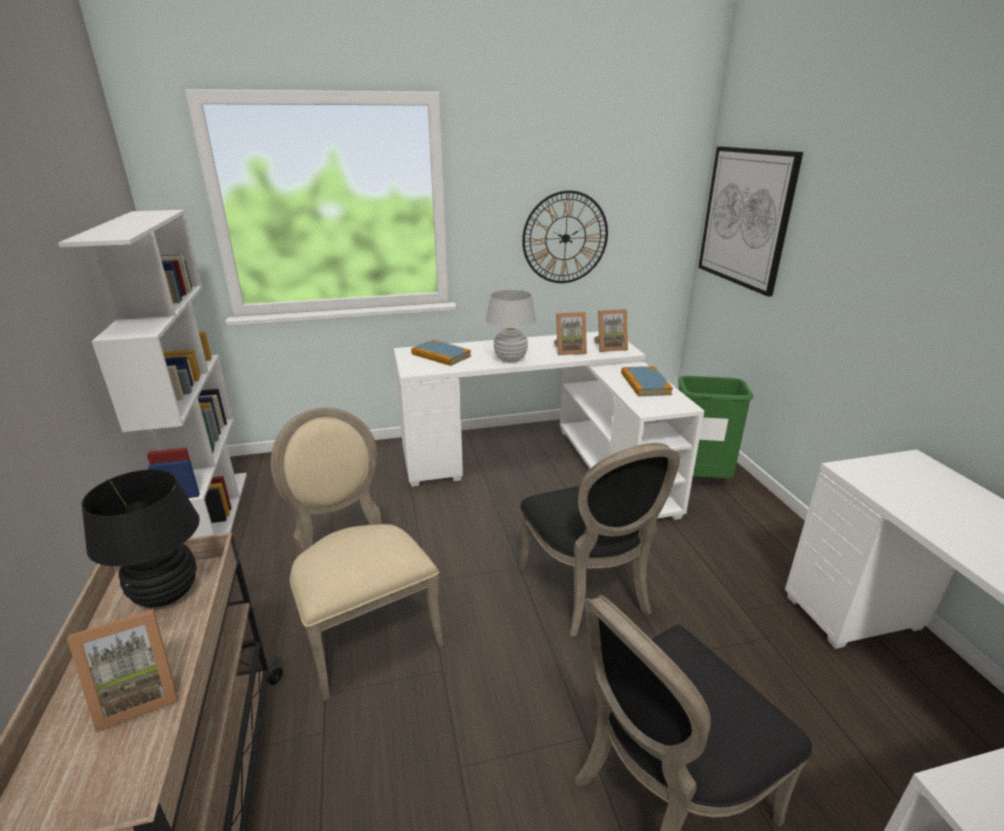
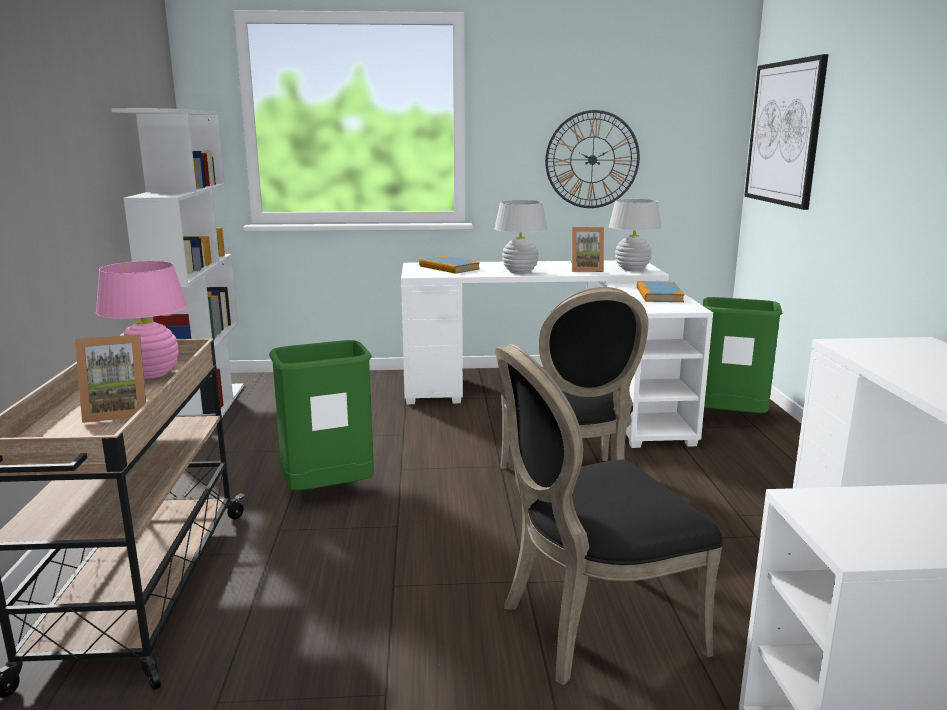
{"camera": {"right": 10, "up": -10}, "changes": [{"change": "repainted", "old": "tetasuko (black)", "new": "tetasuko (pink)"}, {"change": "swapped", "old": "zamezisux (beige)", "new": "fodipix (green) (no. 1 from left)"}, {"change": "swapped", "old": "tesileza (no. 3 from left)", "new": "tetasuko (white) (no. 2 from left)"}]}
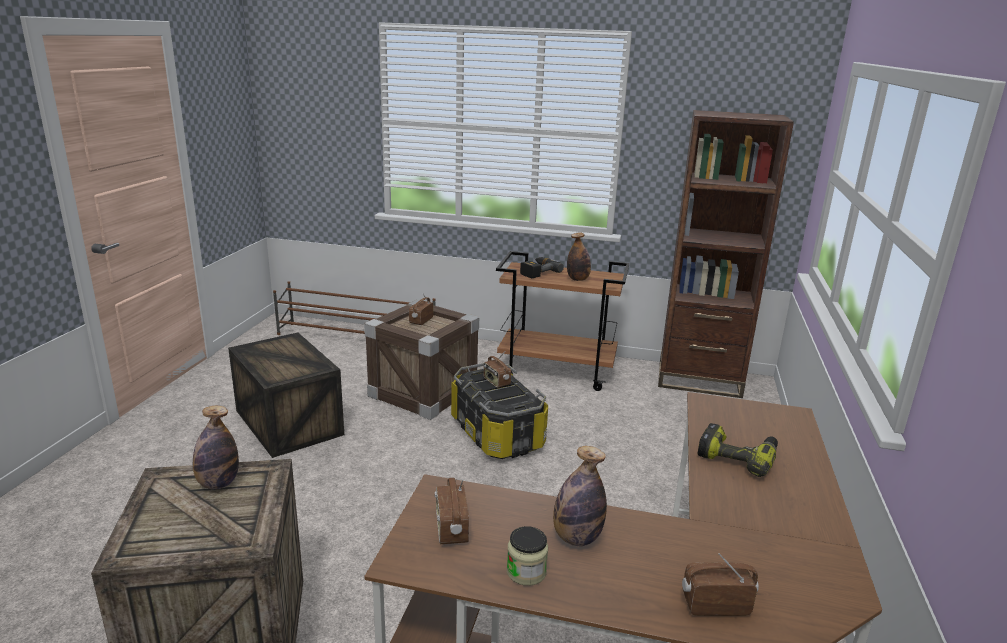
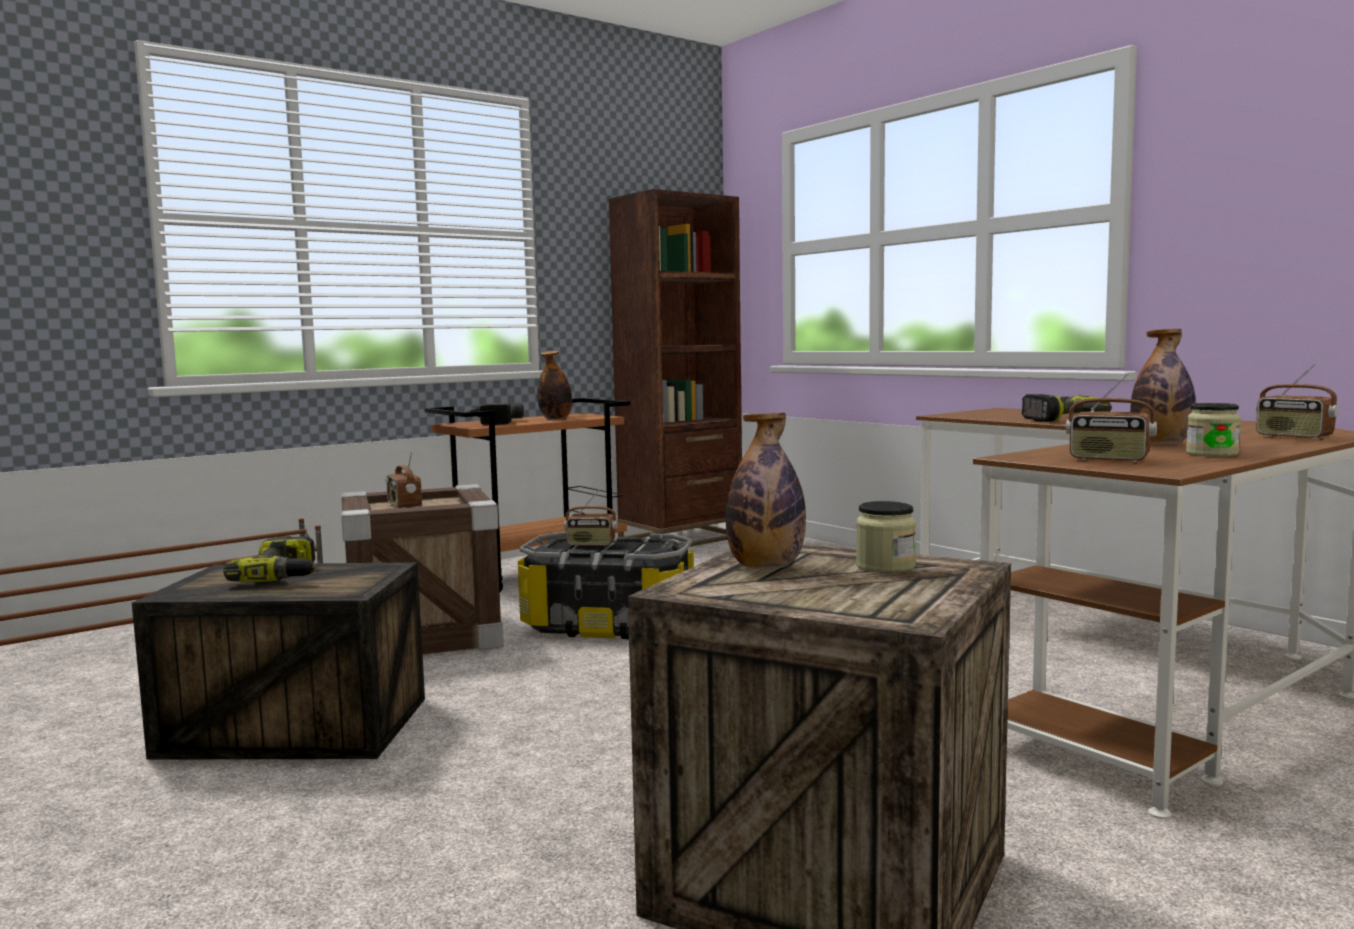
{"camera": {"right": -50, "up": -15}, "changes": [{"change": "rotated", "old": "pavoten (no. 4 from left)", "degrees": -75}, {"change": "new", "new": "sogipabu (no. 1 from left)"}, {"change": "new", "new": "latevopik (no. 1 from left)"}]}
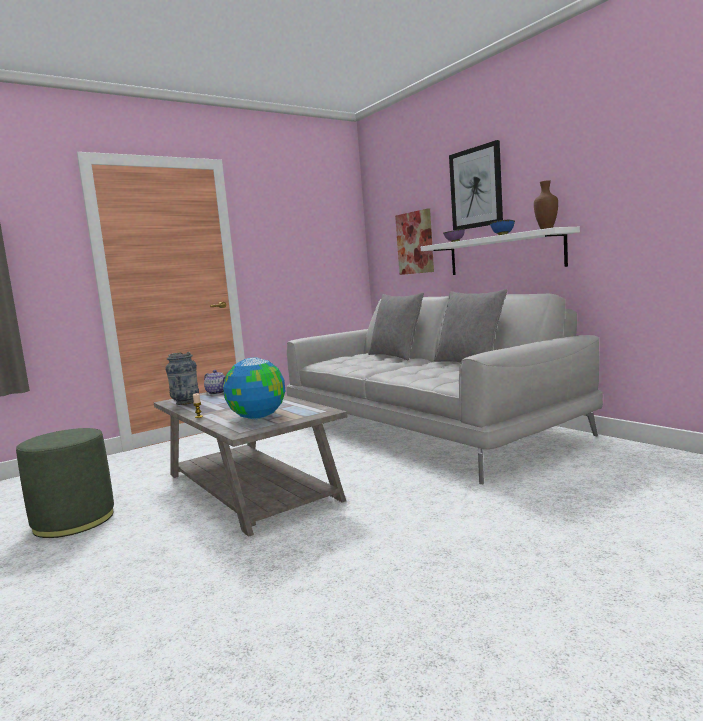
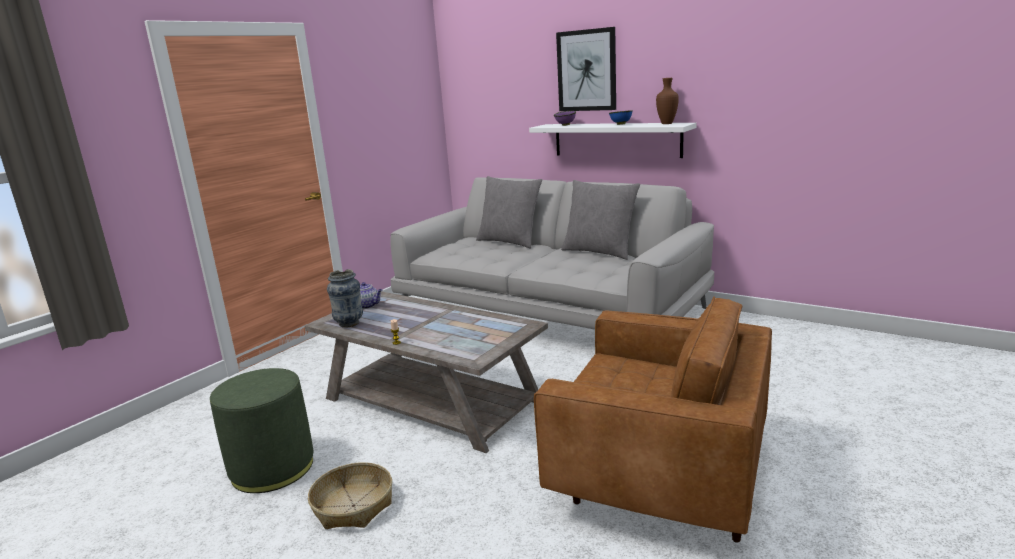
{"camera": {"right": -20, "up": 10}, "changes": [{"change": "gone", "old": "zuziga"}, {"change": "gone", "old": "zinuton (no. 1 from left)"}, {"change": "new", "new": "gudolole"}, {"change": "new", "new": "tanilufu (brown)"}]}
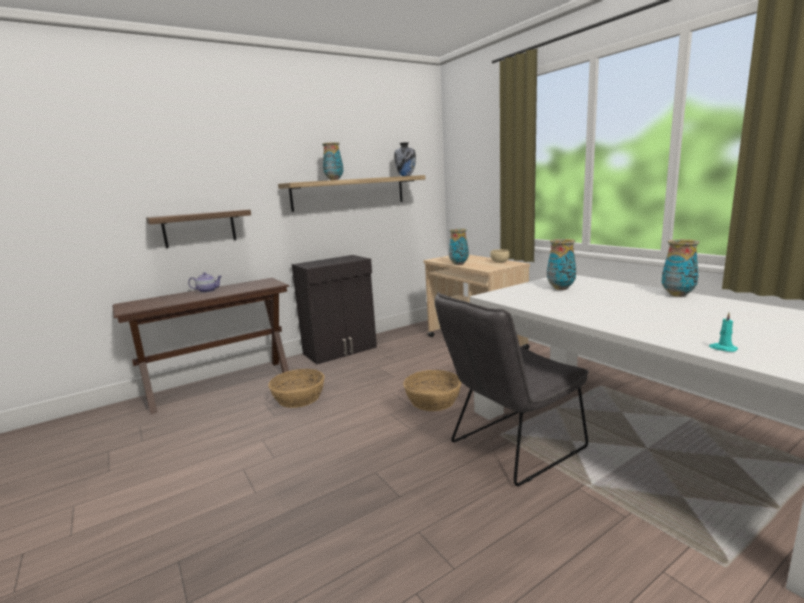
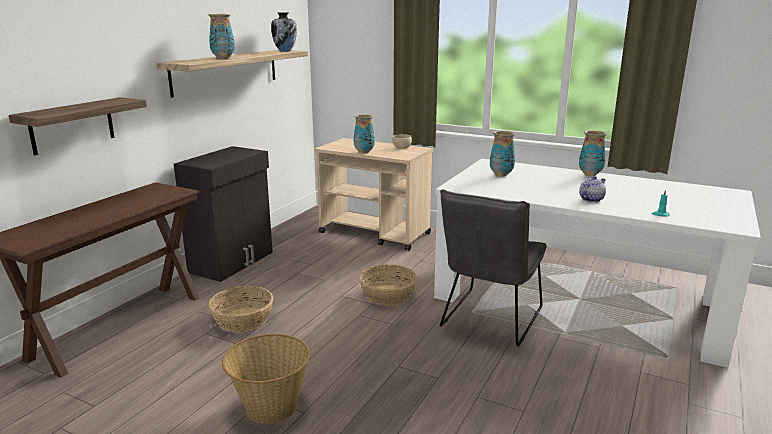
{"camera": {"right": -30, "up": 5}, "changes": [{"change": "shifted", "old": "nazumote"}, {"change": "new", "new": "gudolole (no. 2 from left)"}]}
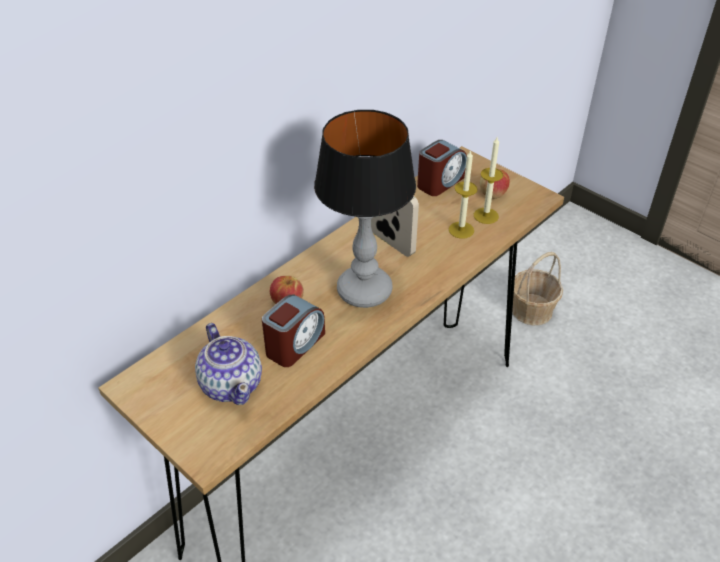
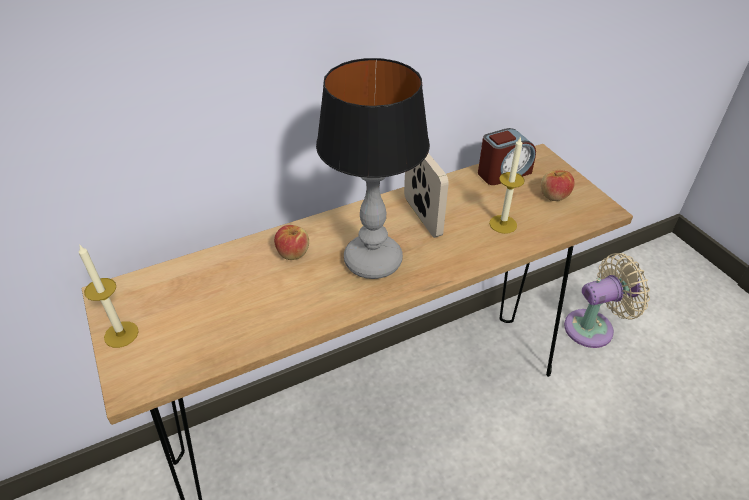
{"camera": {"right": 20, "up": 0}, "changes": [{"change": "gone", "old": "nazumote"}, {"change": "gone", "old": "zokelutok (no. 1 from left)"}, {"change": "shifted", "old": "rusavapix (no. 2 from left in the first image)", "new": "rusavapix (no. 1 from left)"}, {"change": "swapped", "old": "gudolole", "new": "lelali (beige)"}]}
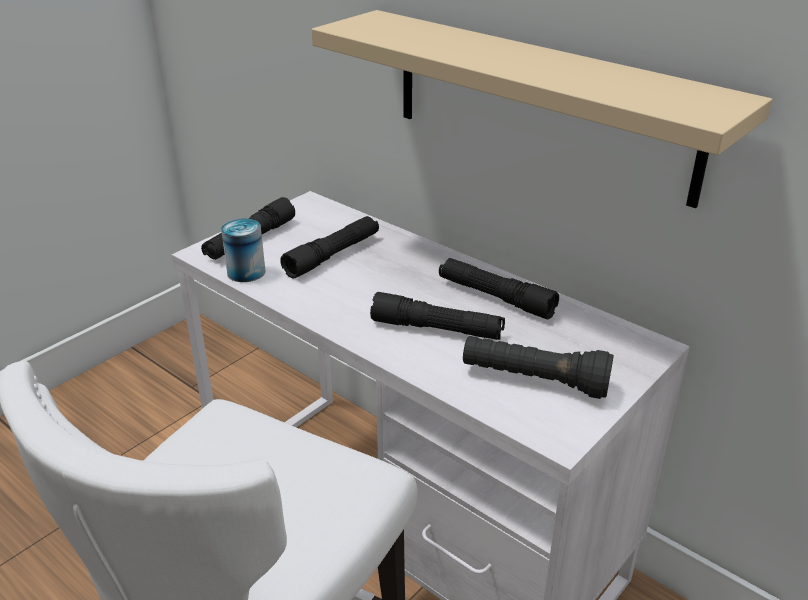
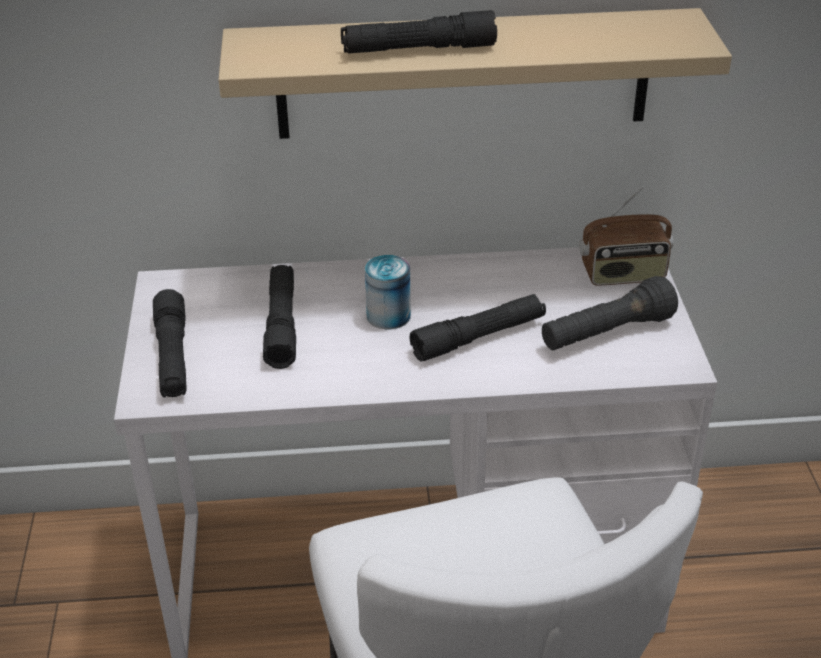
{"camera": {"right": -45, "up": 5}, "changes": [{"change": "shifted", "old": "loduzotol"}, {"change": "shifted", "old": "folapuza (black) (no. 4 from left in the first image)", "new": "folapuza (black) (no. 3 from left)"}, {"change": "new", "new": "pavoten"}]}
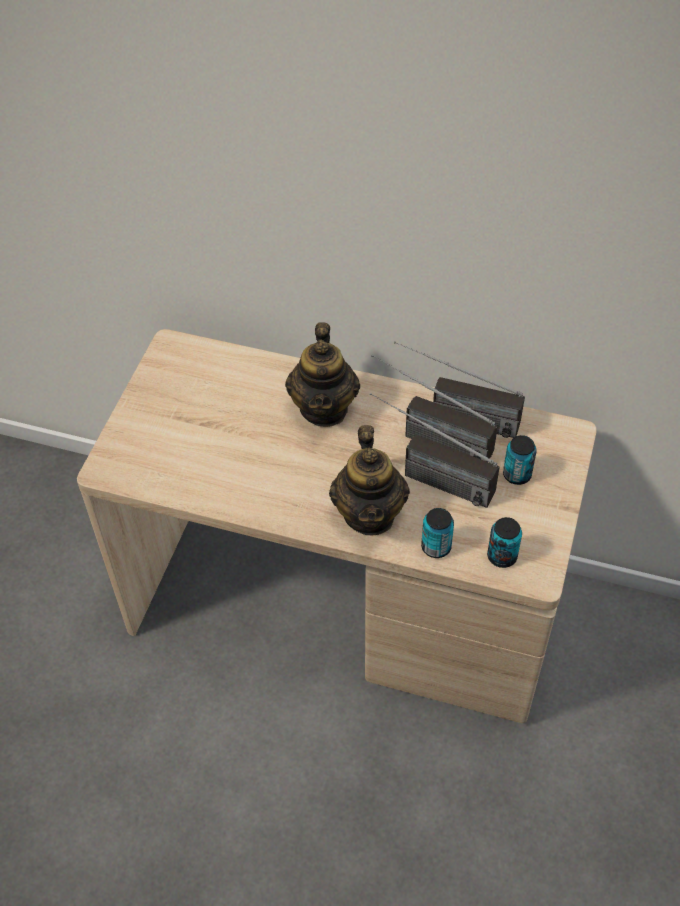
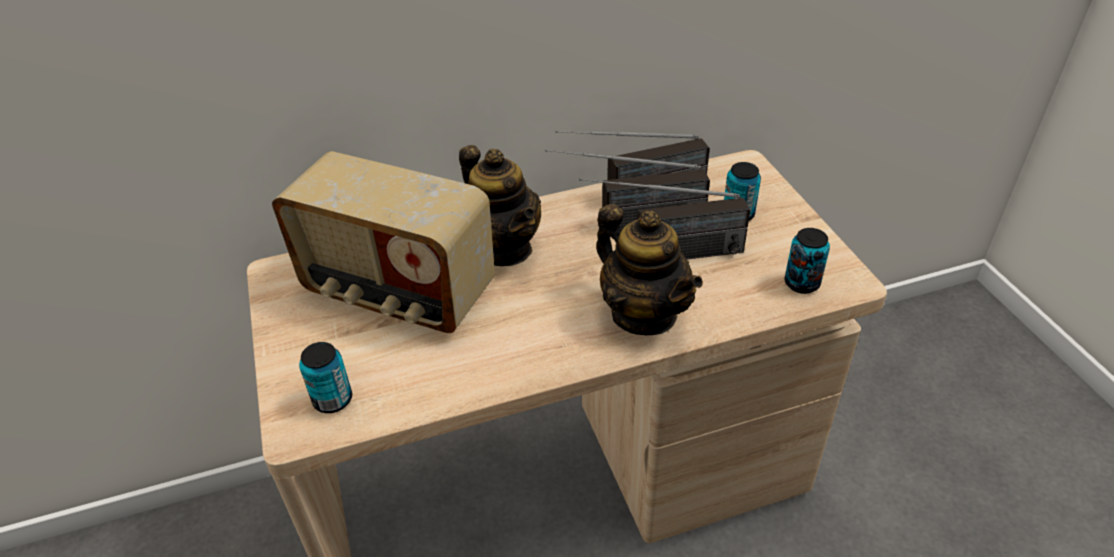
{"camera": {"right": -35, "up": -10}, "changes": [{"change": "shifted", "old": "loduzotol (no. 1 from left)"}, {"change": "new", "new": "pavoten (no. 1 from left)"}]}
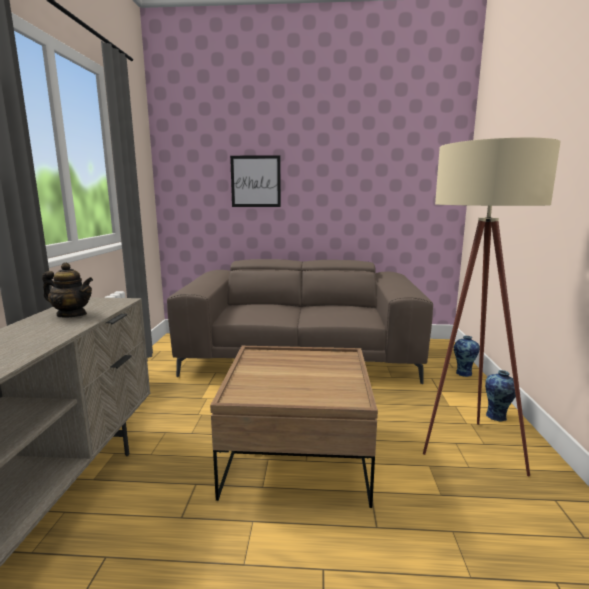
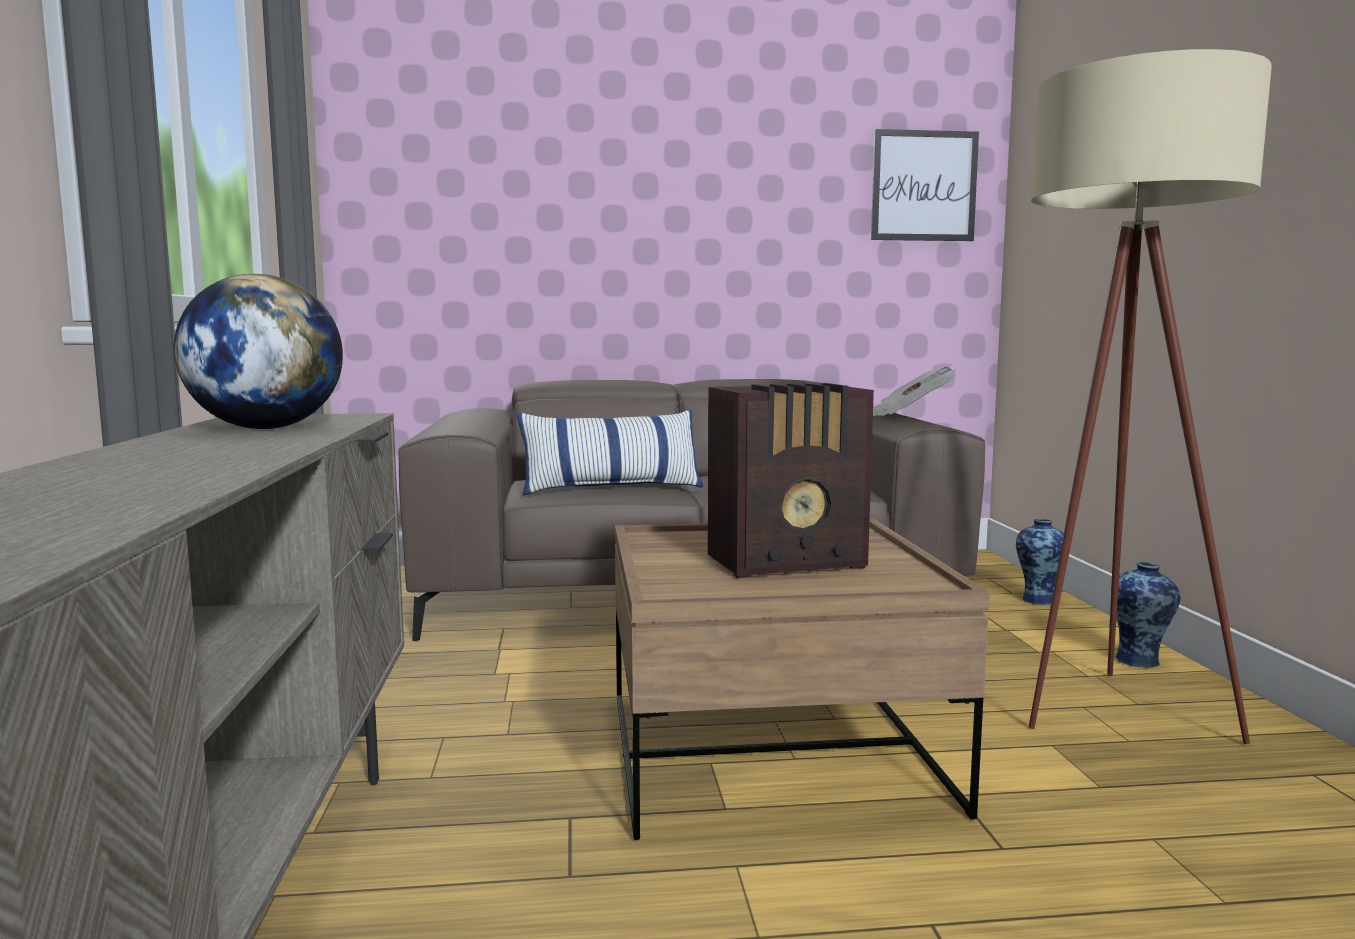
{"camera": {"right": -10, "up": -5}, "changes": [{"change": "swapped", "old": "nazumote", "new": "zuziga"}, {"change": "shifted", "old": "zinuton"}, {"change": "new", "new": "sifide"}, {"change": "new", "new": "pavoten"}, {"change": "new", "new": "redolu"}]}
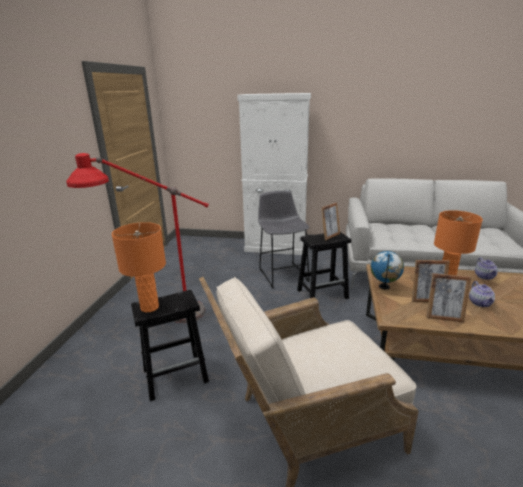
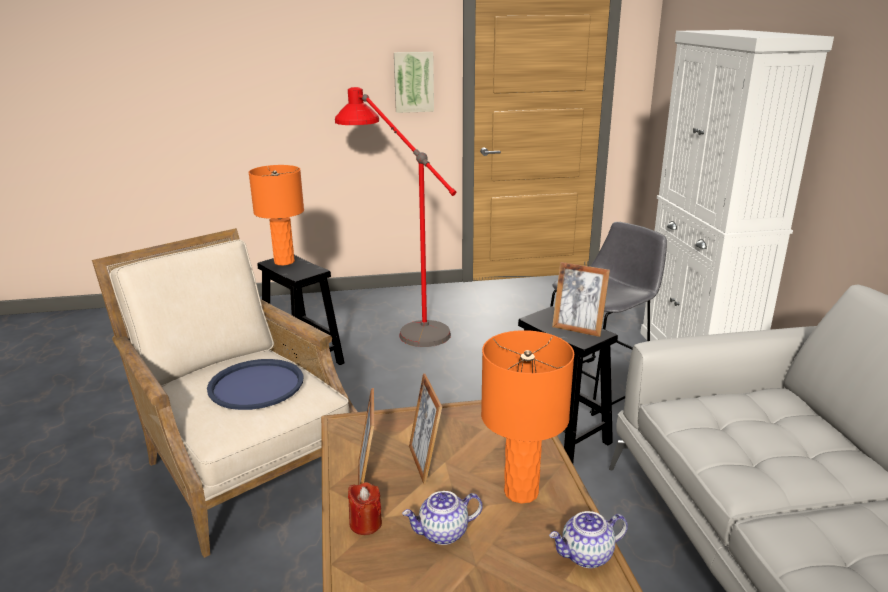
{"camera": {"right": 70, "up": 0}, "changes": [{"change": "gone", "old": "zuziga"}, {"change": "new", "new": "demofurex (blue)"}, {"change": "new", "new": "rusavapix (red)"}, {"change": "new", "new": "zinuton"}]}
